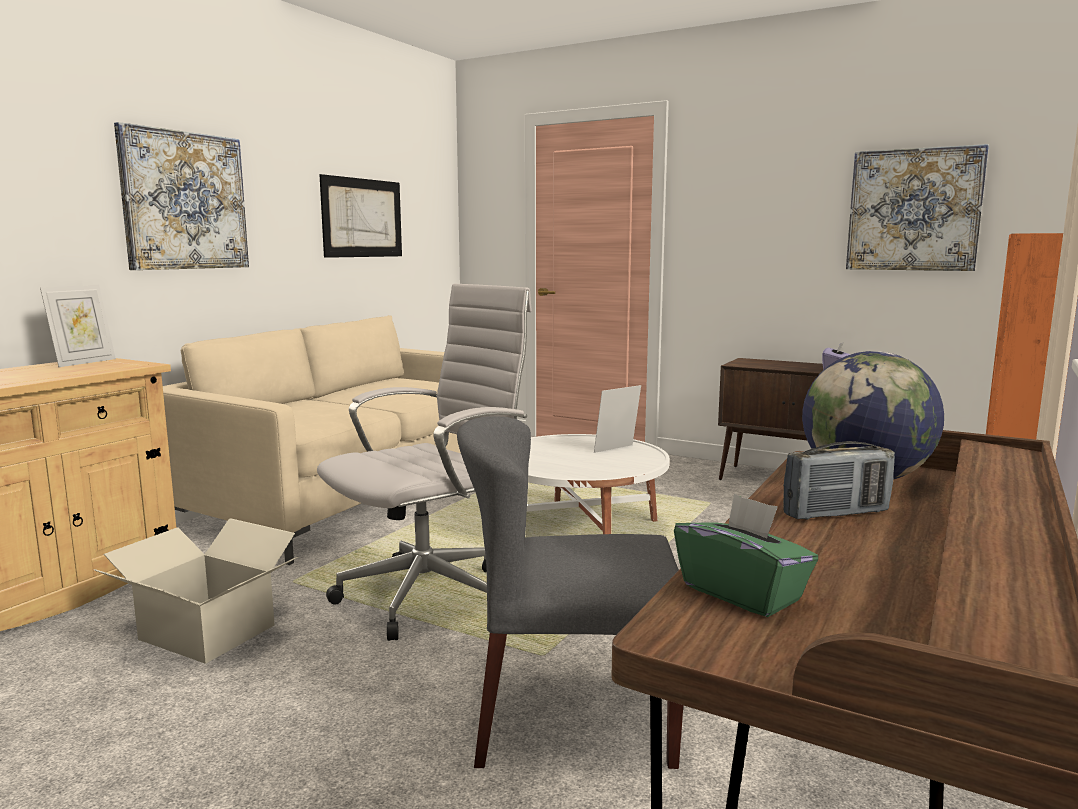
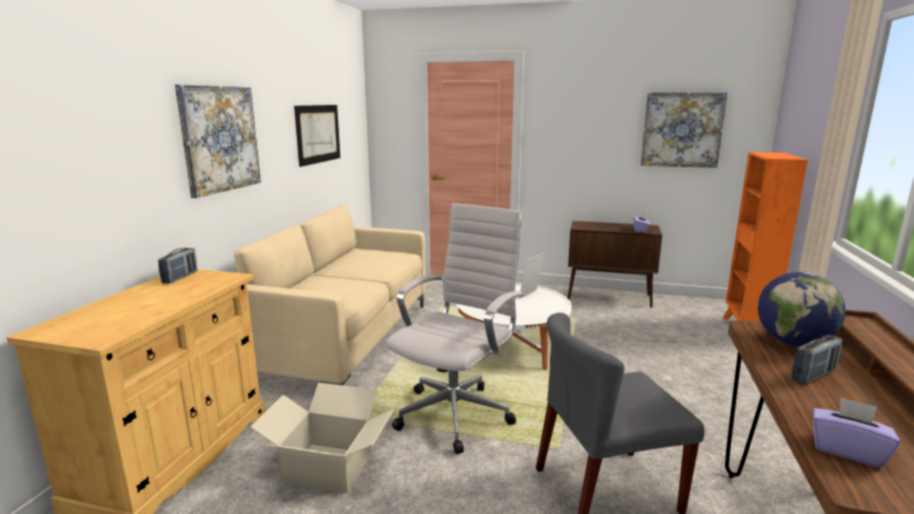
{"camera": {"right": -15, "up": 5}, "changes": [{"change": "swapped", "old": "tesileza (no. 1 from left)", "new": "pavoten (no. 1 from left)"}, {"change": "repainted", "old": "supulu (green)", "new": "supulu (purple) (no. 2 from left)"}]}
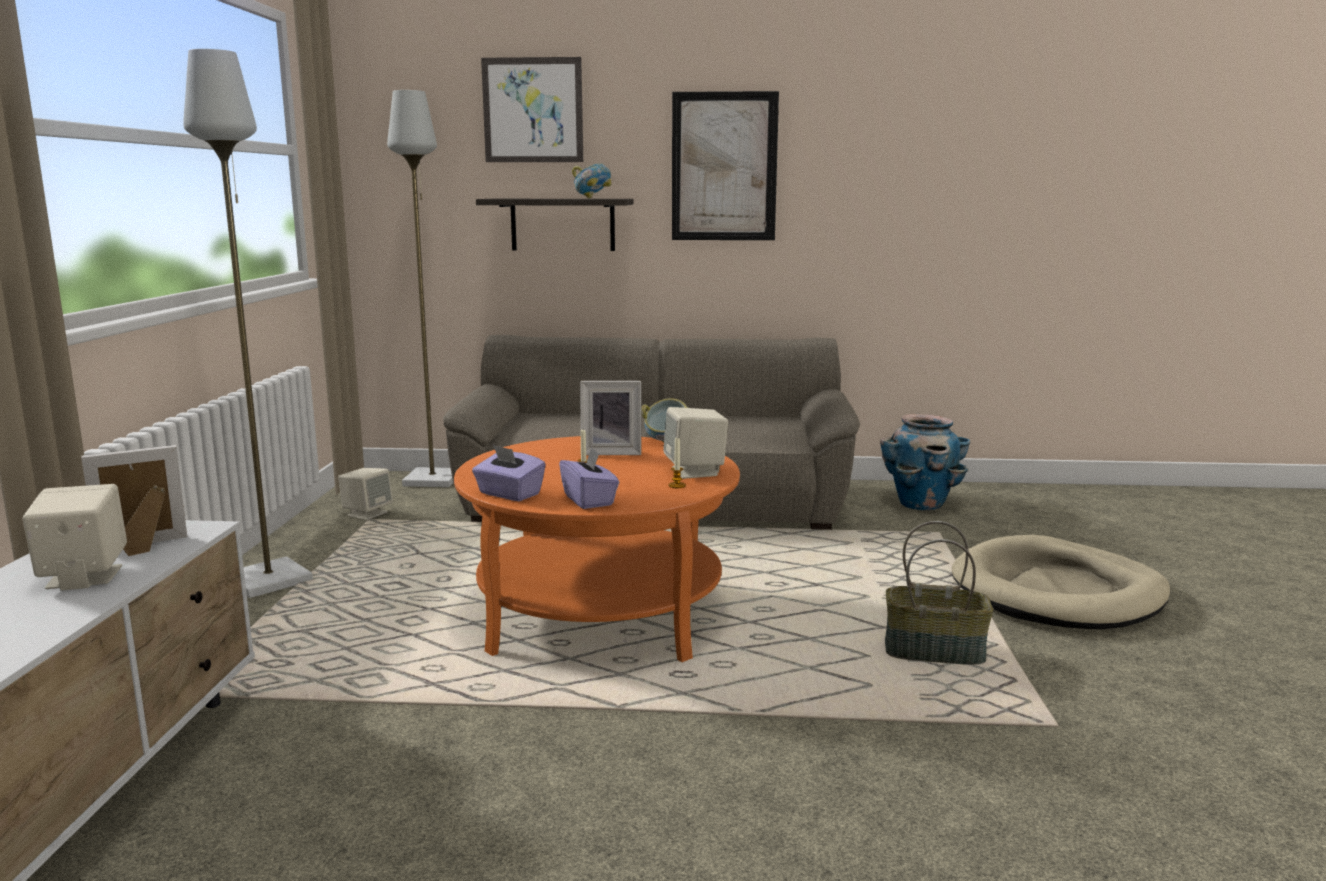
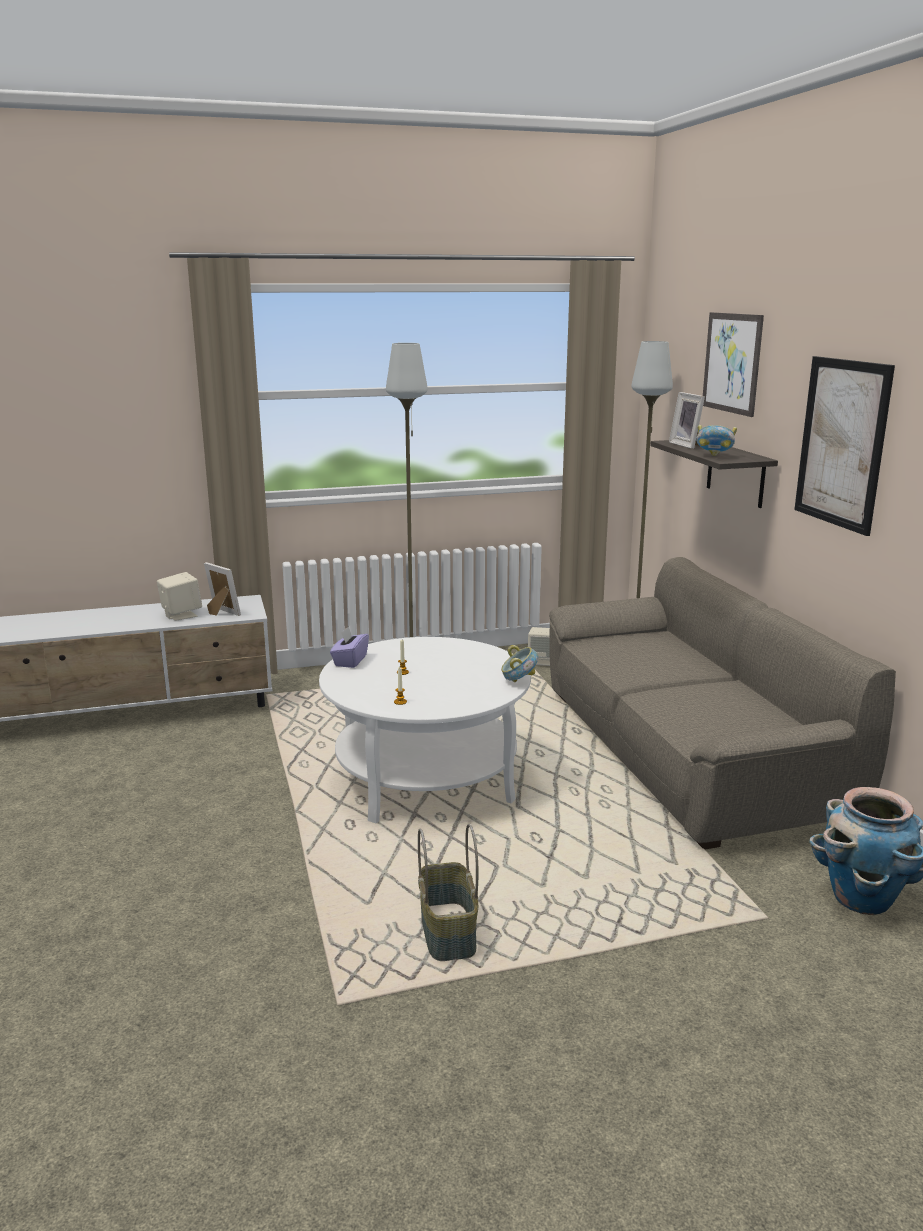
{"camera": {"right": 70, "up": 5}, "changes": [{"change": "repainted", "old": "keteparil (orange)", "new": "keteparil (white)"}, {"change": "gone", "old": "supulu (purple) (no. 2 from left)"}, {"change": "shifted", "old": "tesileza (no. 2 from left)"}, {"change": "gone", "old": "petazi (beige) (no. 3 from left)"}, {"change": "gone", "old": "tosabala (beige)"}]}
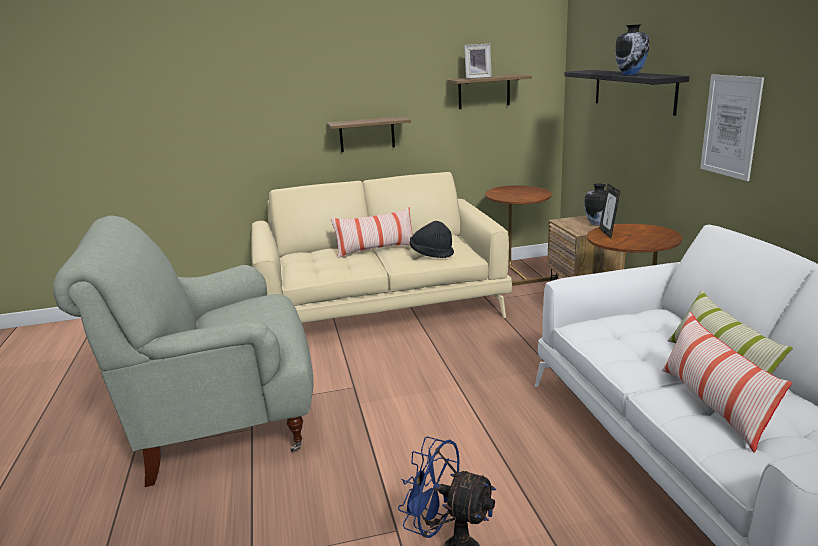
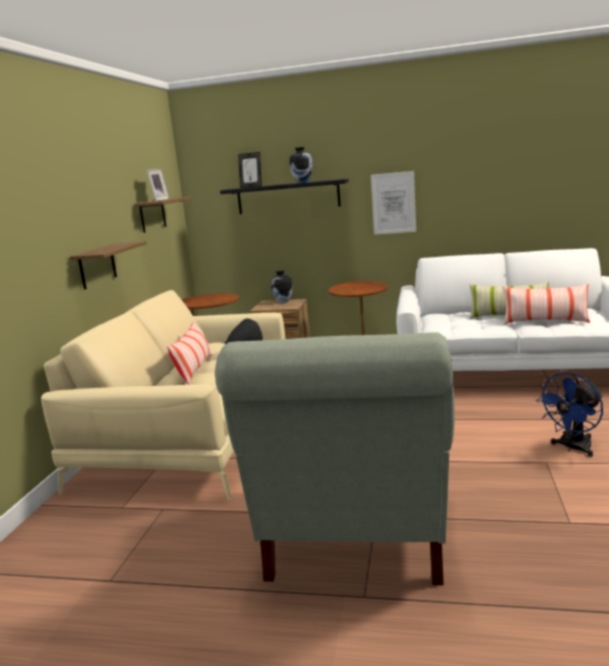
{"camera": {"right": -65, "up": -5}, "changes": [{"change": "shifted", "old": "tesileza (no. 2 from left)"}]}
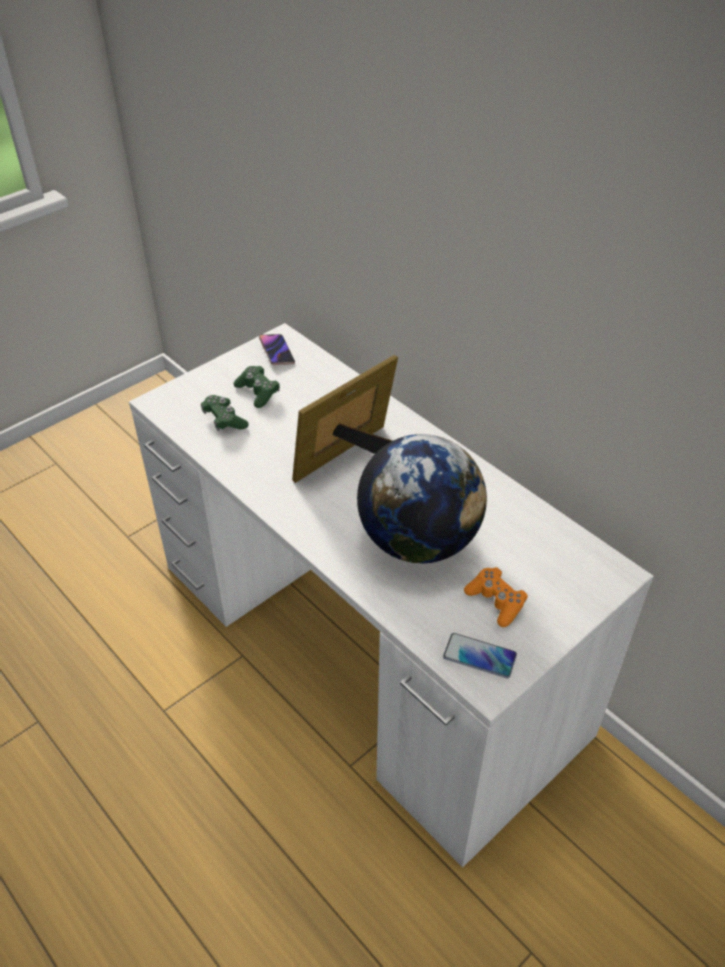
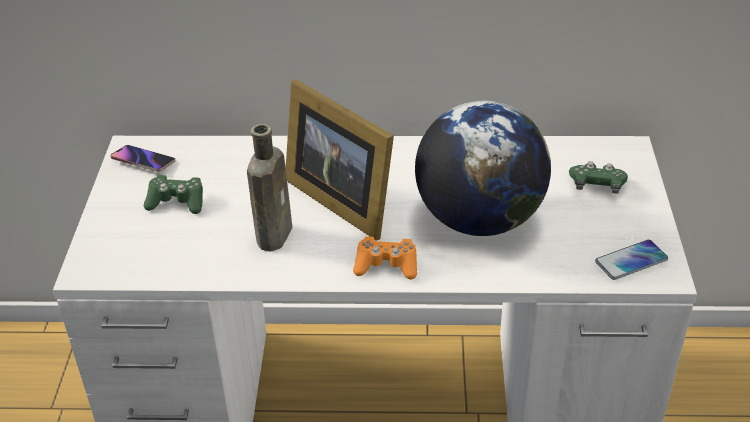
{"camera": {"right": -45, "up": -5}, "changes": [{"change": "shifted", "old": "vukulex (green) (no. 1 from left in the first image)", "new": "vukulex (green) (no. 2 from left)"}, {"change": "rotated", "old": "tesileza", "degrees": -45}, {"change": "shifted", "old": "vukulex (orange)"}, {"change": "new", "new": "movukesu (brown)"}]}
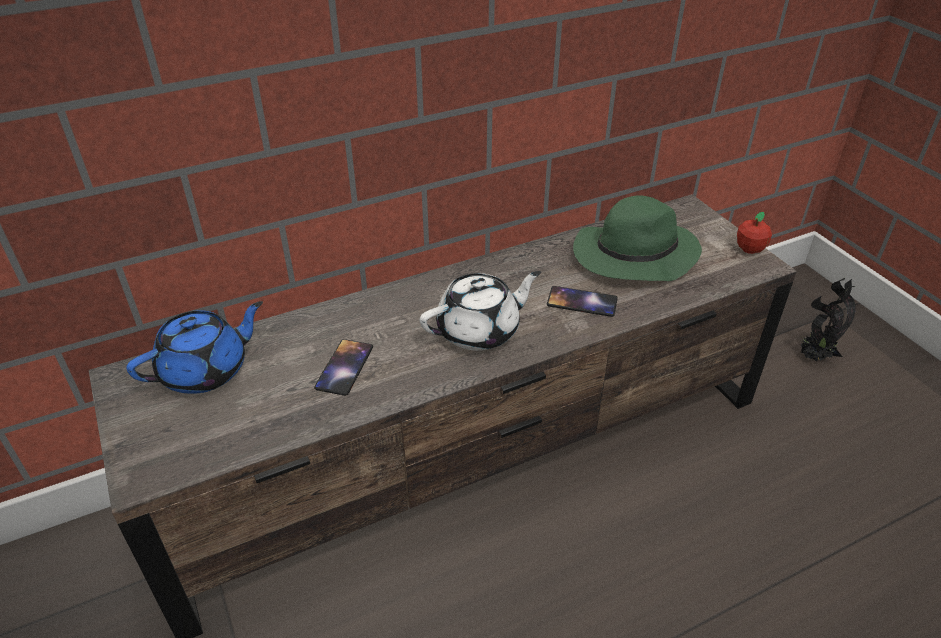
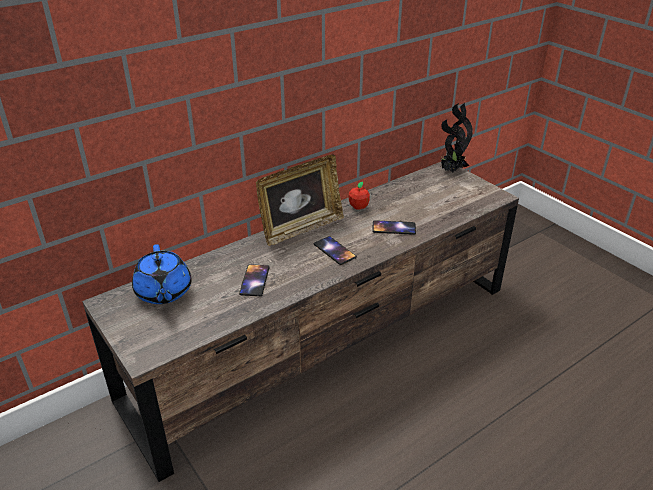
{"camera": {"right": -10, "up": -5}, "changes": [{"change": "rotated", "old": "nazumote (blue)", "degrees": 120}, {"change": "swapped", "old": "nazumote (white)", "new": "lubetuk (no. 2 from left)"}, {"change": "gone", "old": "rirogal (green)"}, {"change": "shifted", "old": "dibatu"}, {"change": "shifted", "old": "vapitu"}, {"change": "new", "new": "tesileza"}]}
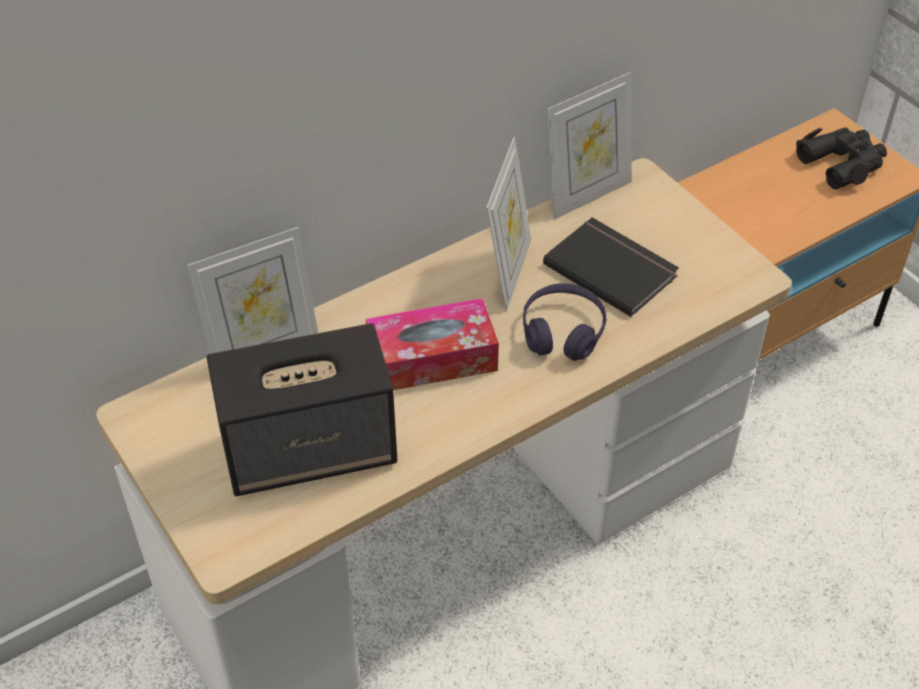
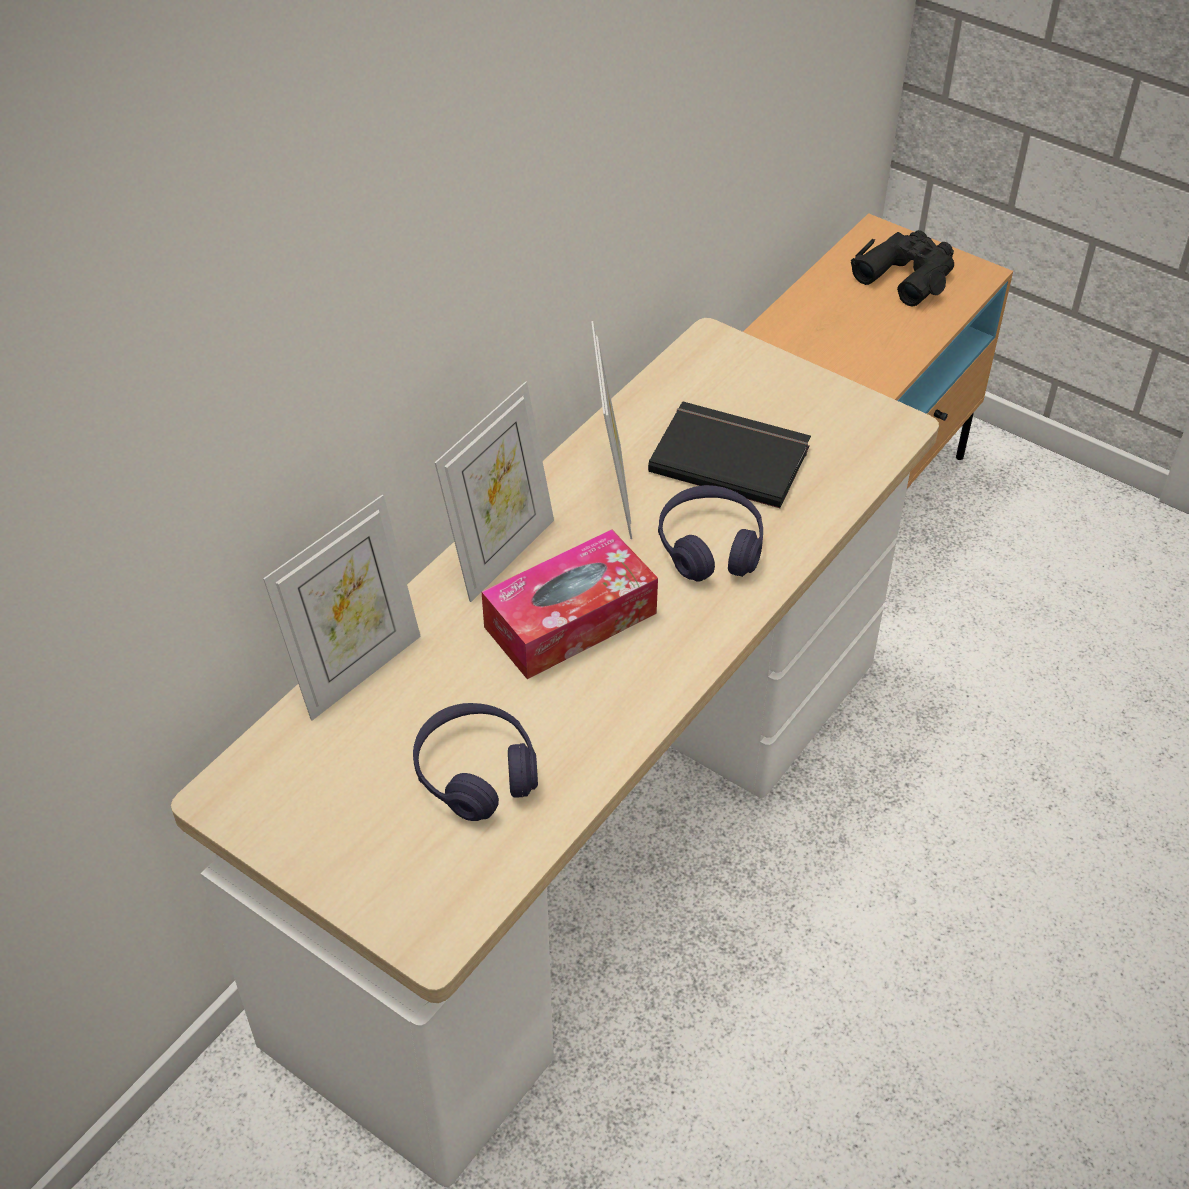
{"camera": {"right": -20, "up": 0}, "changes": [{"change": "swapped", "old": "petazi", "new": "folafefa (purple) (no. 1 from left)"}, {"change": "shifted", "old": "tesileza (no. 3 from left in the first image)", "new": "tesileza (no. 2 from left)"}]}
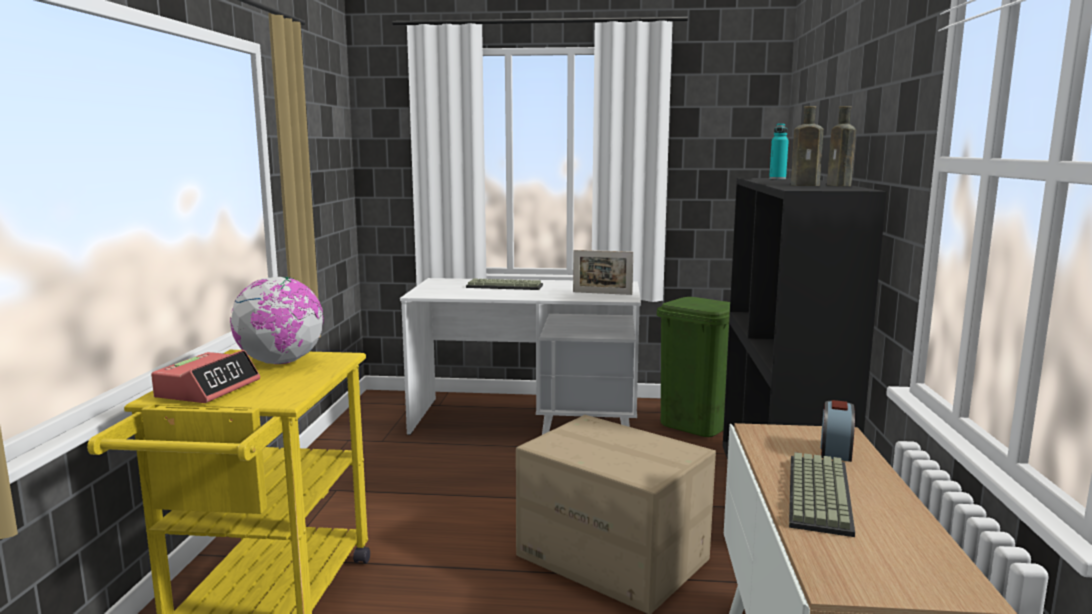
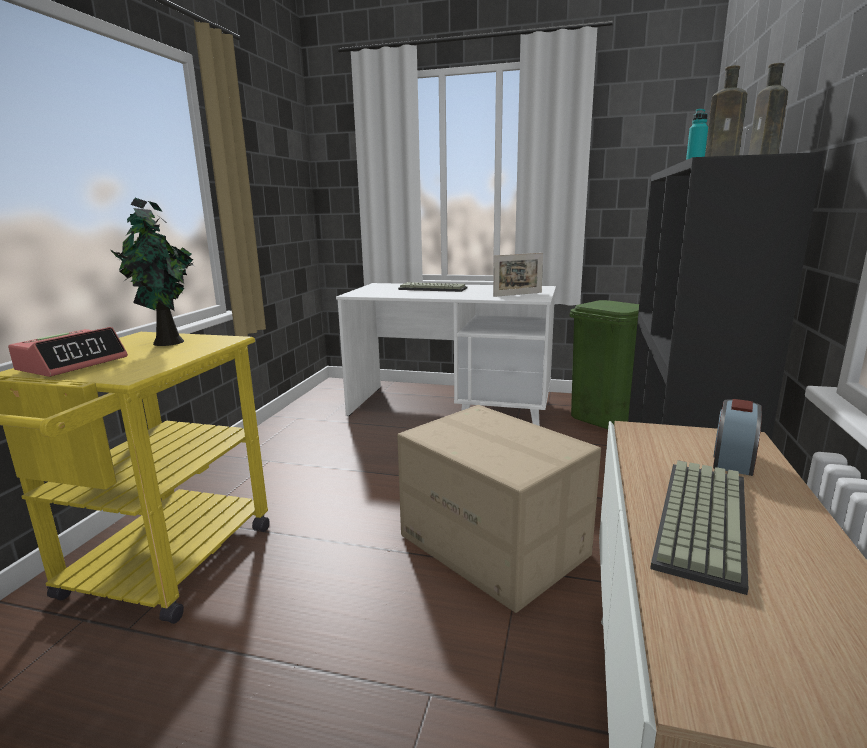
{"camera": {"right": 10, "up": 5}, "changes": [{"change": "swapped", "old": "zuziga", "new": "vapitu"}, {"change": "rotated", "old": "tesileza", "degrees": -45}]}
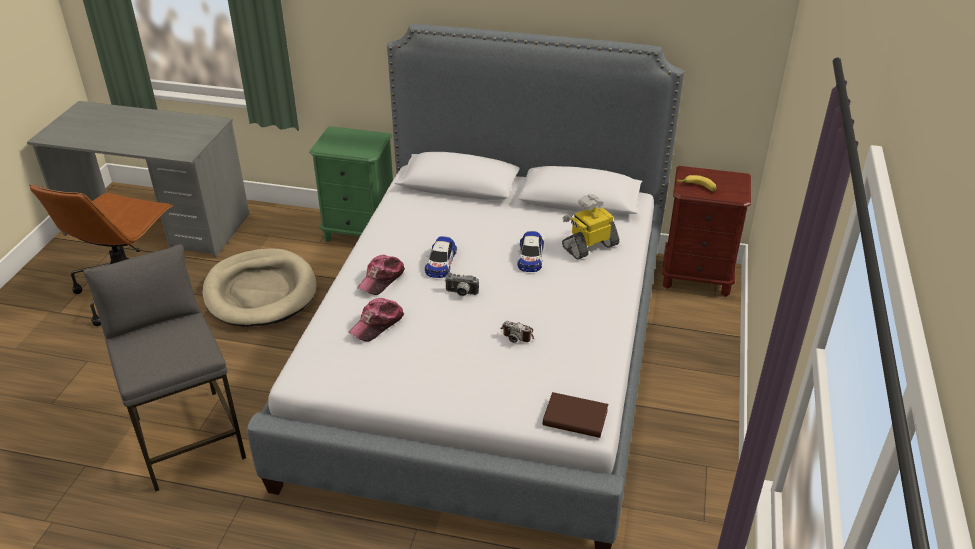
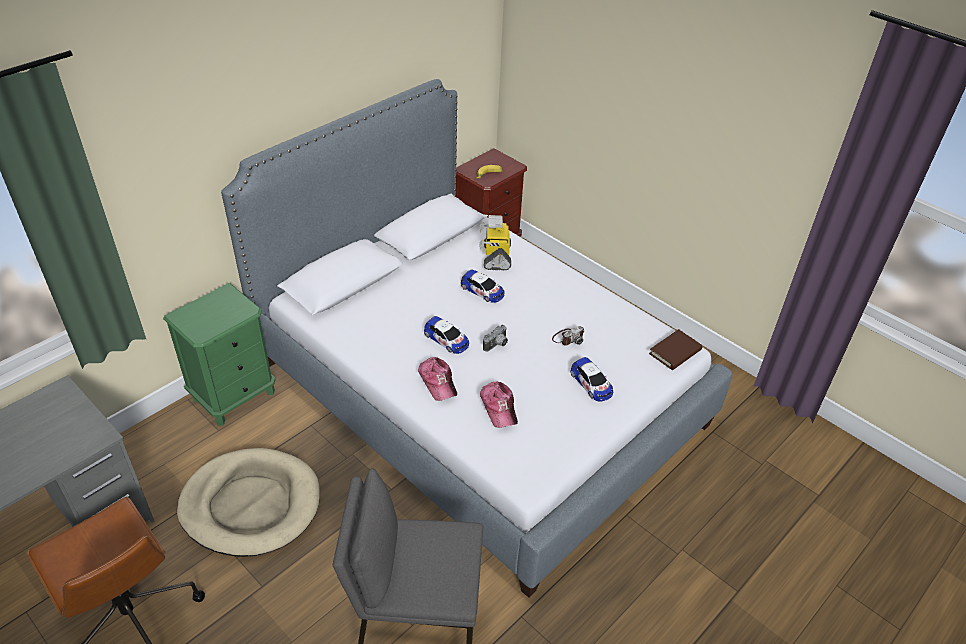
{"camera": {"right": -60, "up": 5}, "changes": [{"change": "new", "new": "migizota (no. 3 from left)"}]}
